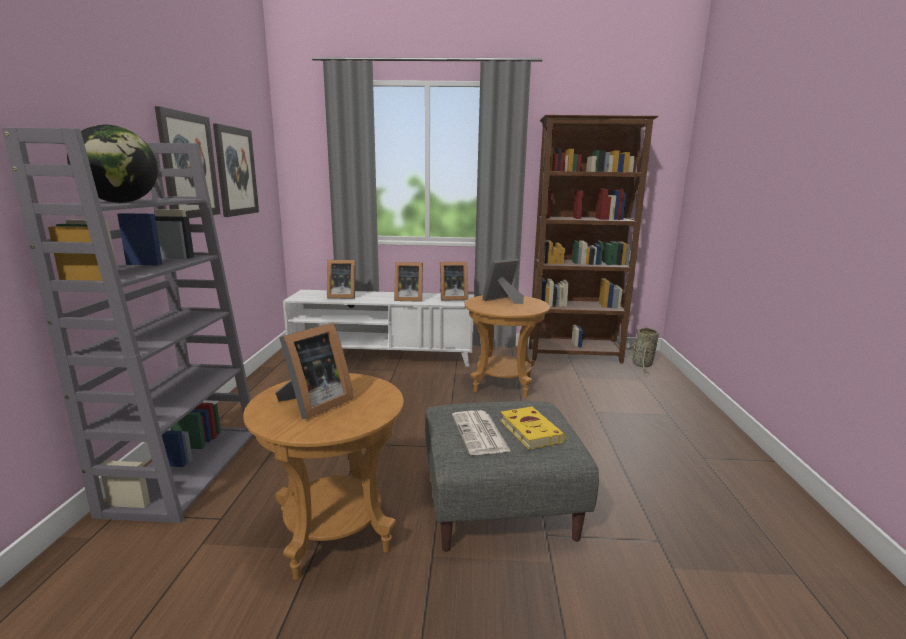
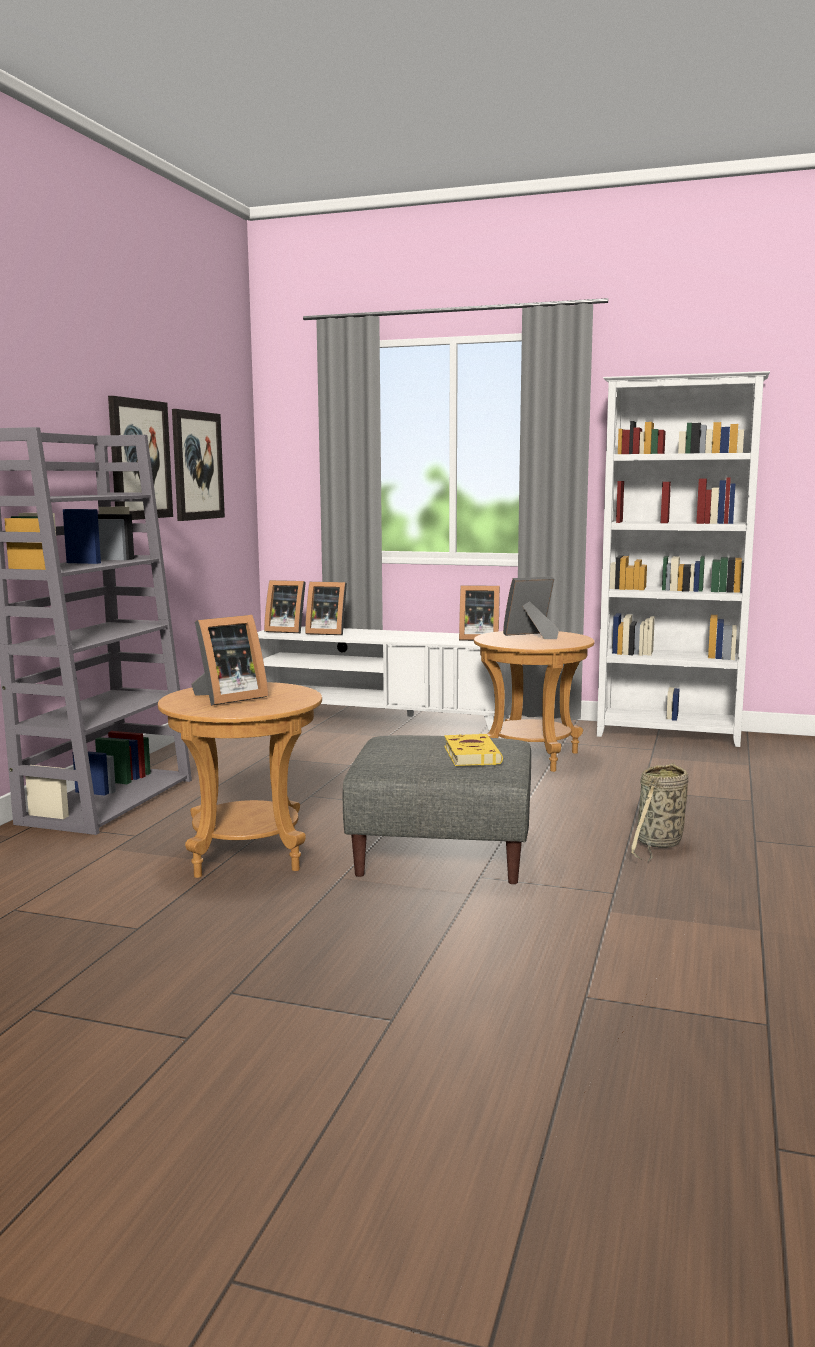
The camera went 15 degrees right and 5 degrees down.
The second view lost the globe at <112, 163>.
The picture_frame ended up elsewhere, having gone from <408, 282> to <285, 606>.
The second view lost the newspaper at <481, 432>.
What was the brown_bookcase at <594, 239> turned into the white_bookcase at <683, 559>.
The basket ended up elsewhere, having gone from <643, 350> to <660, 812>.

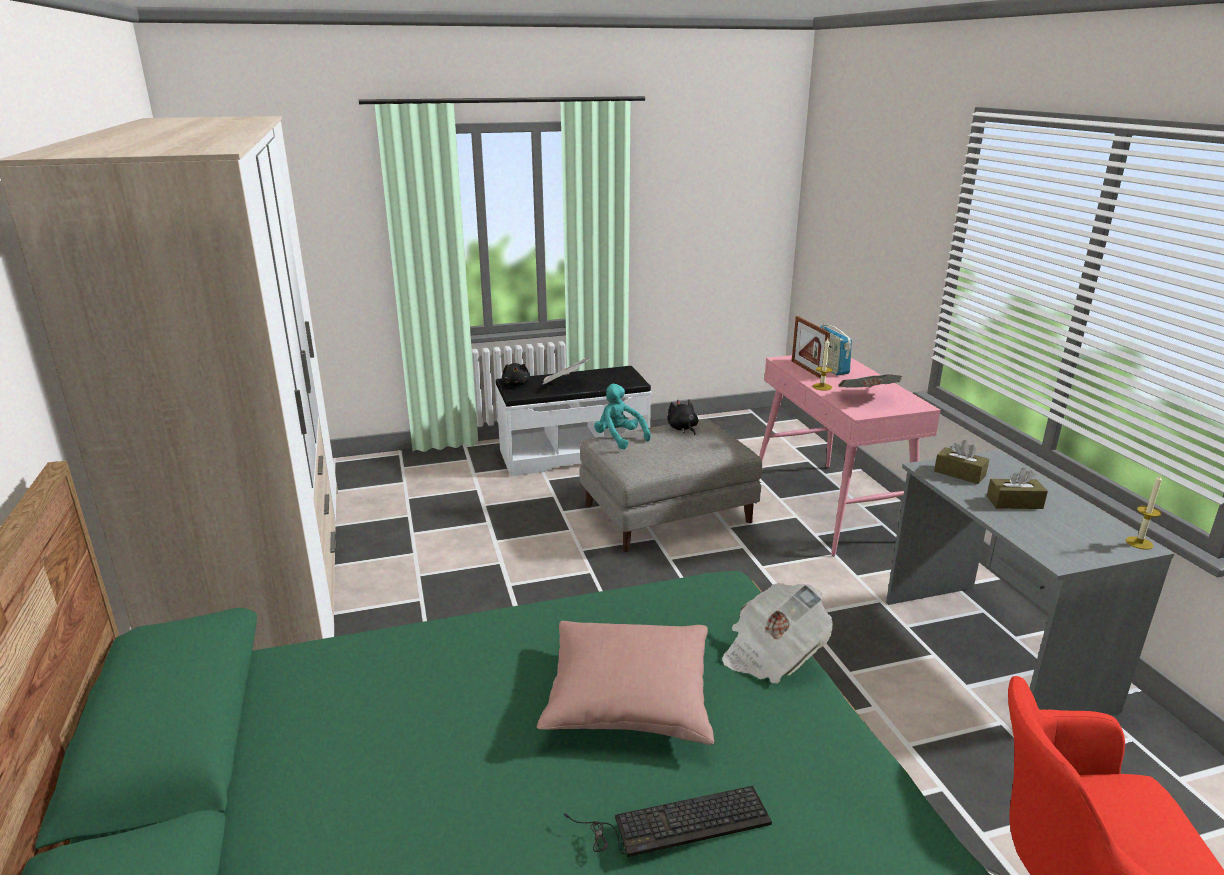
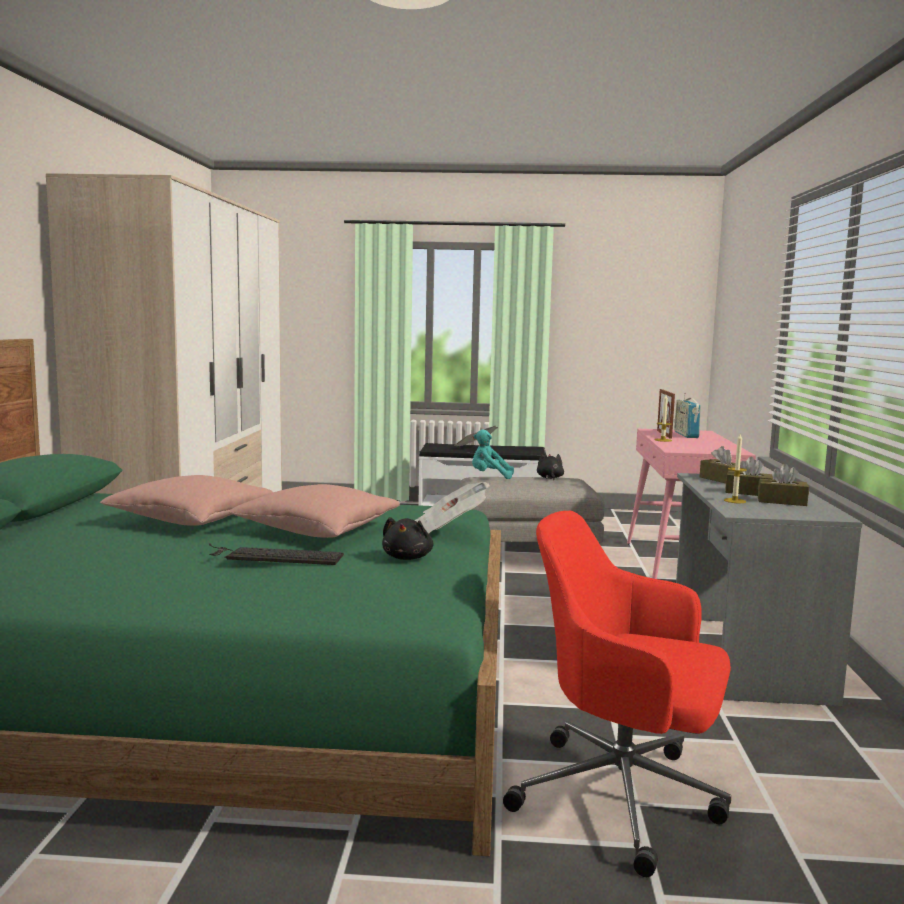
The camera went 20 degrees right and 15 degrees down.
The black_plush_toy ended up elsewhere, having gone from <516, 374> to <407, 538>.
The turquoise_plush_toy at <622, 416> ended up facing another way, 60 degrees counterclockwise from before.
The second view lost the newspaper at <870, 381>.
The candle ended up elsewhere, having gone from <1144, 511> to <735, 468>.
The second view gained the pink_pillow at <186, 500>.
The second view gained the brown_tissue_box at <783, 485>.

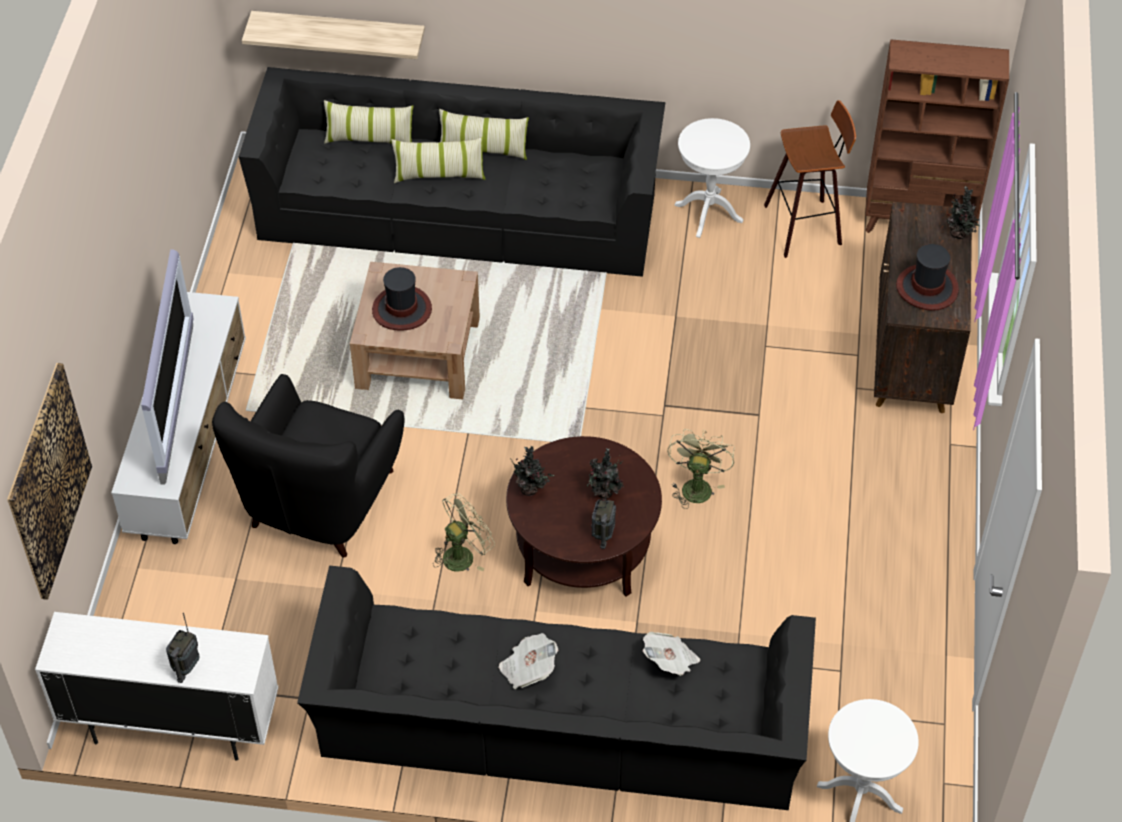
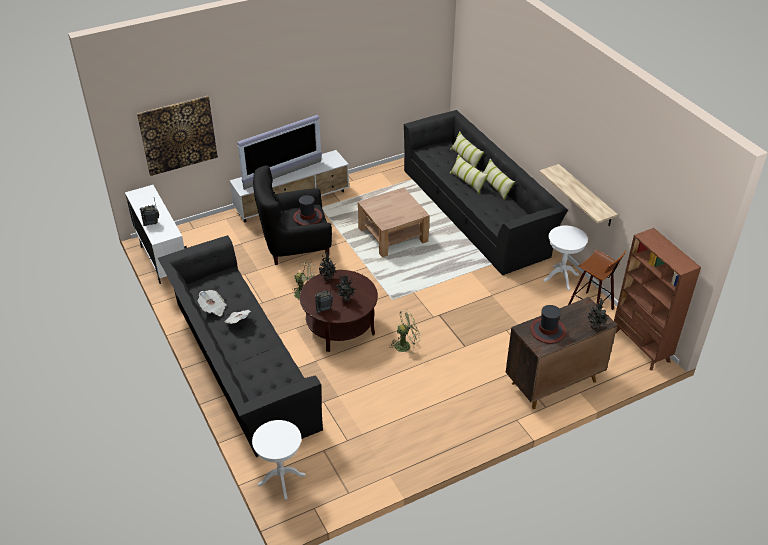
The camera went 55 degrees right and 10 degrees down.
The shelf ended up elsewhere, having gone from <333, 35> to <578, 195>.
The hat ended up elsewhere, having gone from <402, 299> to <307, 210>.
The newspaper ended up elsewhere, having gone from <671, 653> to <212, 303>.

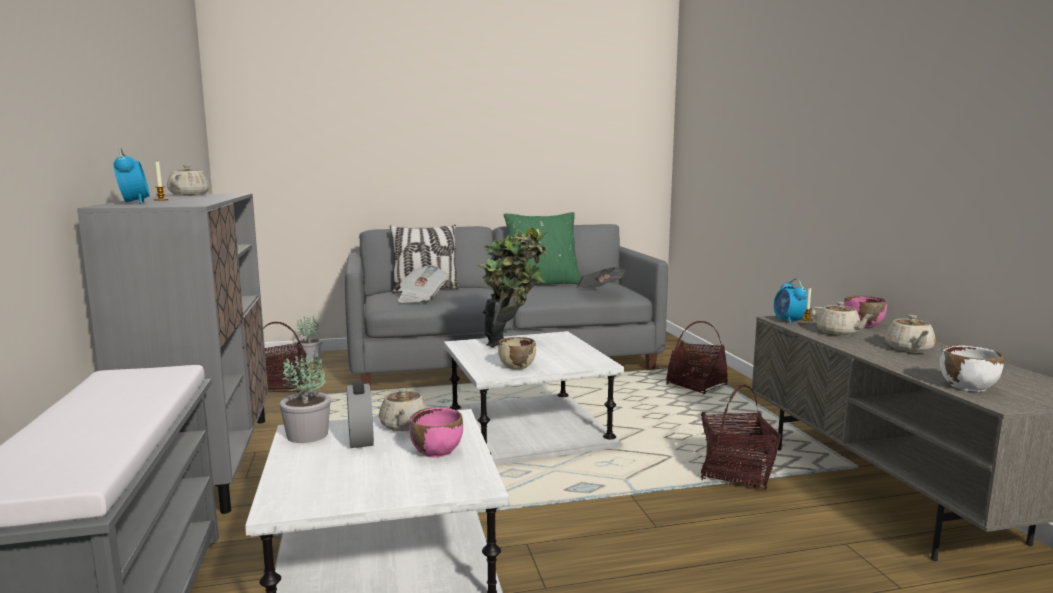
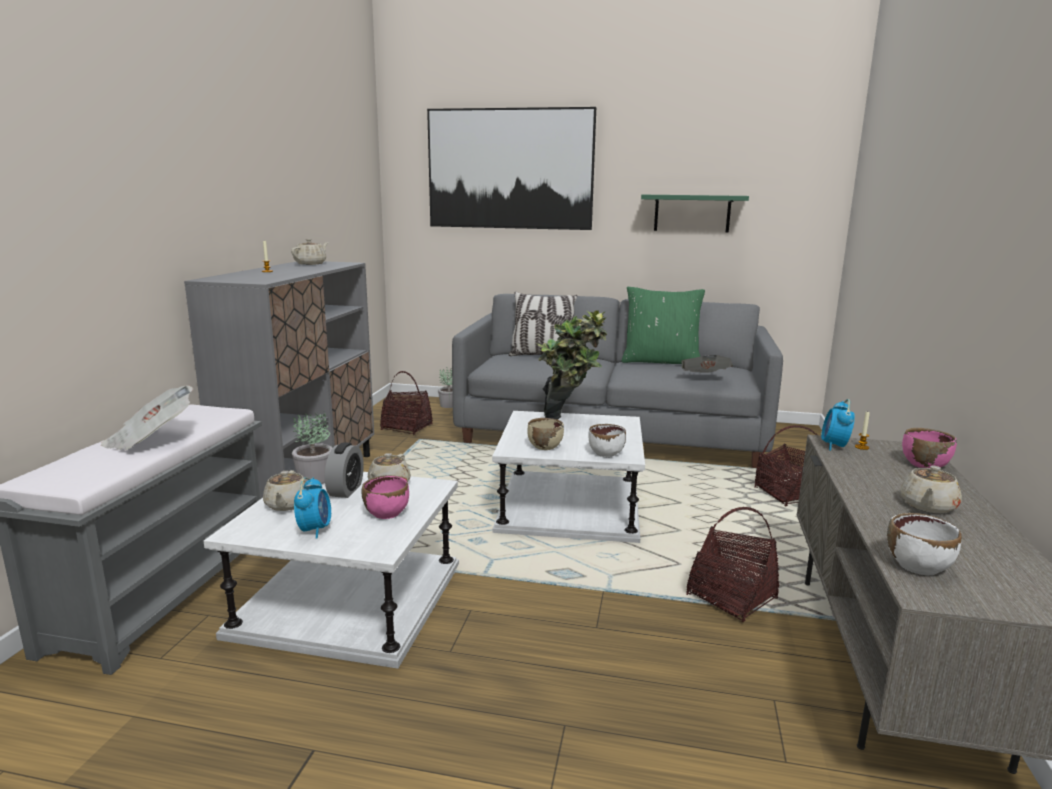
The camera went 25 degrees right and 5 degrees up.
The alarm_clock ended up elsewhere, having gone from <131, 176> to <312, 508>.
The newspaper ended up elsewhere, having gone from <423, 284> to <147, 417>.
The beige_teapot ended up elsewhere, having gone from <842, 319> to <284, 490>.
The second view gained the picture at <511, 168>.
The second view gained the white_bowl at <607, 440>.
The second view gained the green_shelf at <695, 214>.

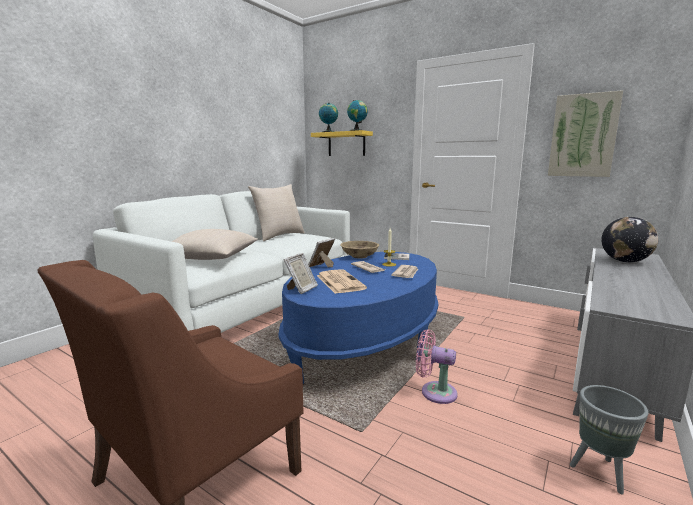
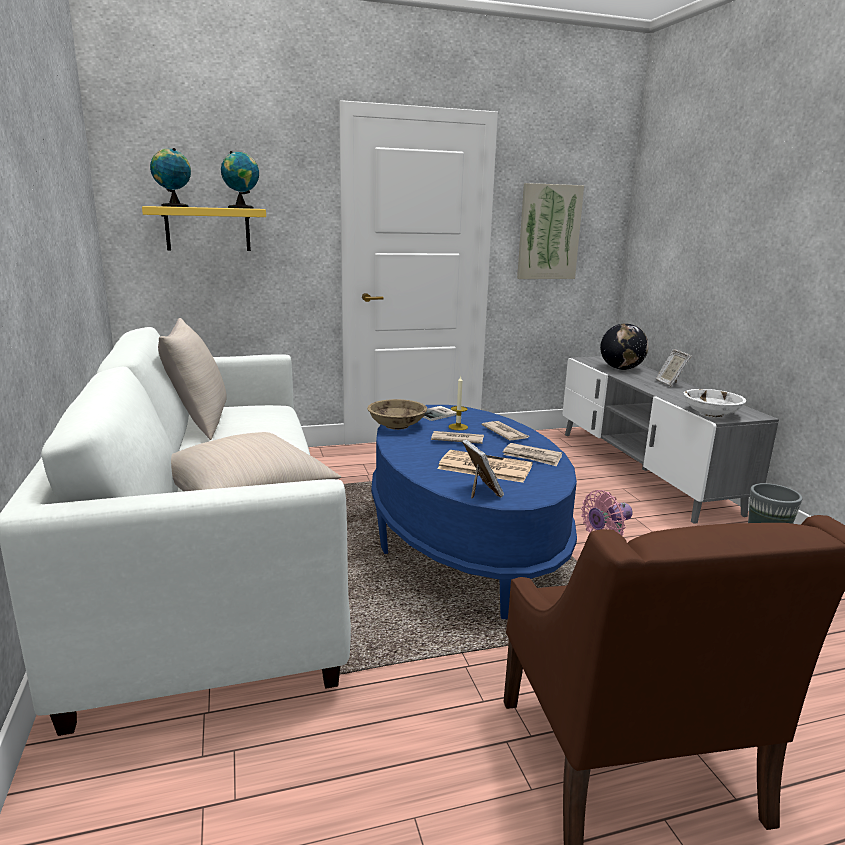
The camera went 50 degrees left and 5 degrees up.
The picture_frame ended up elsewhere, having gone from <321, 253> to <673, 368>.
The second view gained the newspaper at <532, 454>.
The second view gained the white_bowl at <715, 403>.

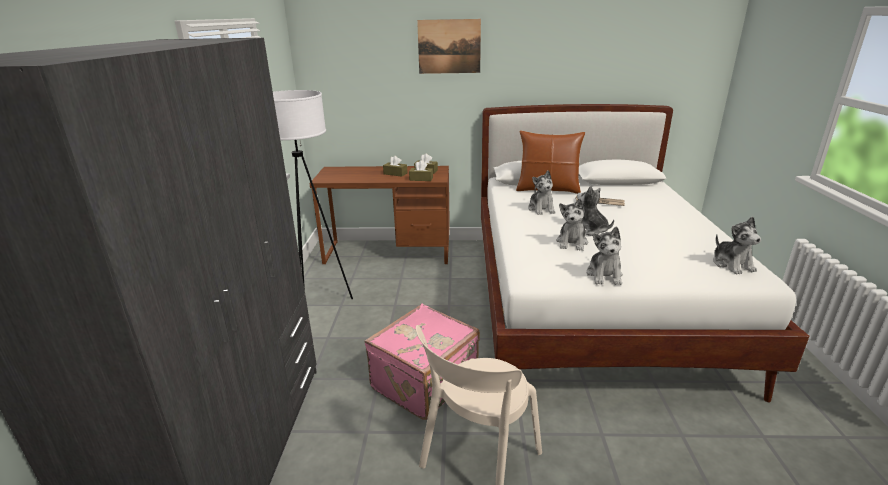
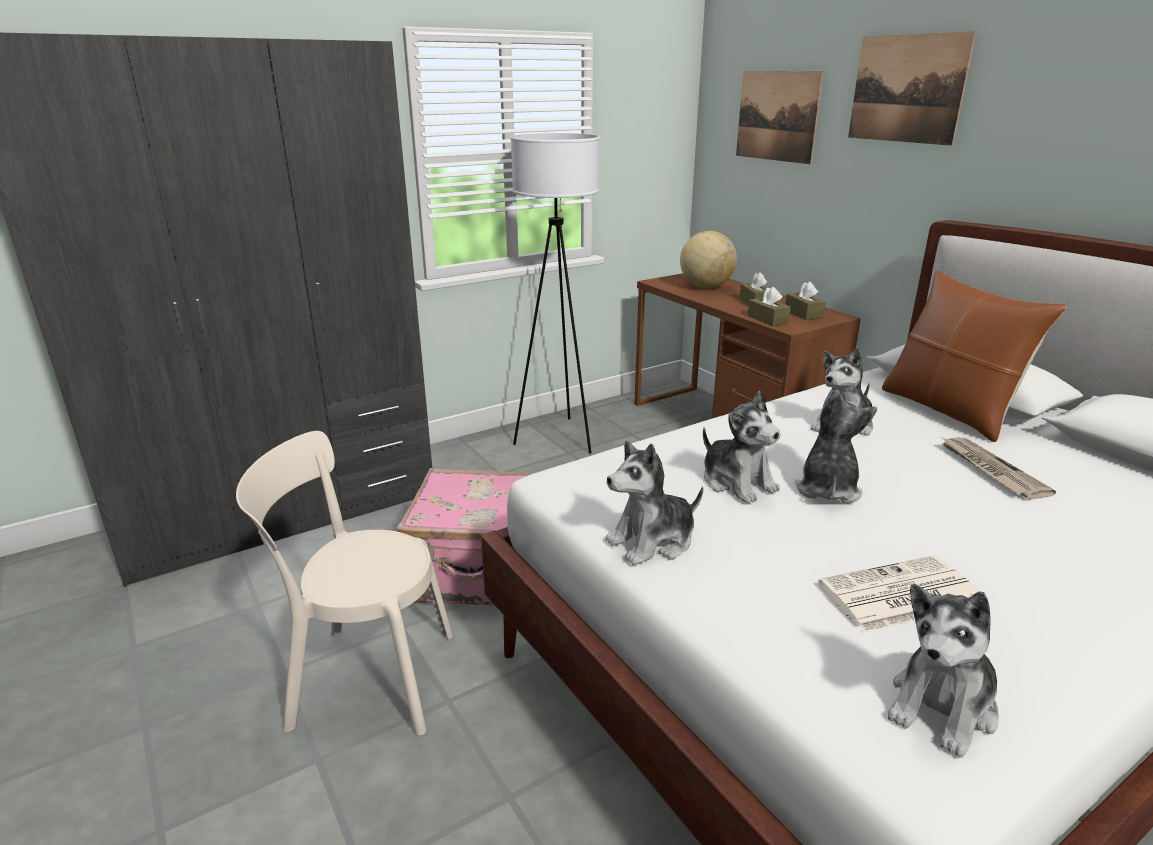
The camera went 55 degrees right and 0 degrees up.
The plush_toy at <572, 224> ended up facing another way, 105 degrees counterclockwise from before.
The second view gained the globe at <708, 259>.
The second view gained the picture at <779, 117>.
The second view gained the newspaper at <898, 594>.

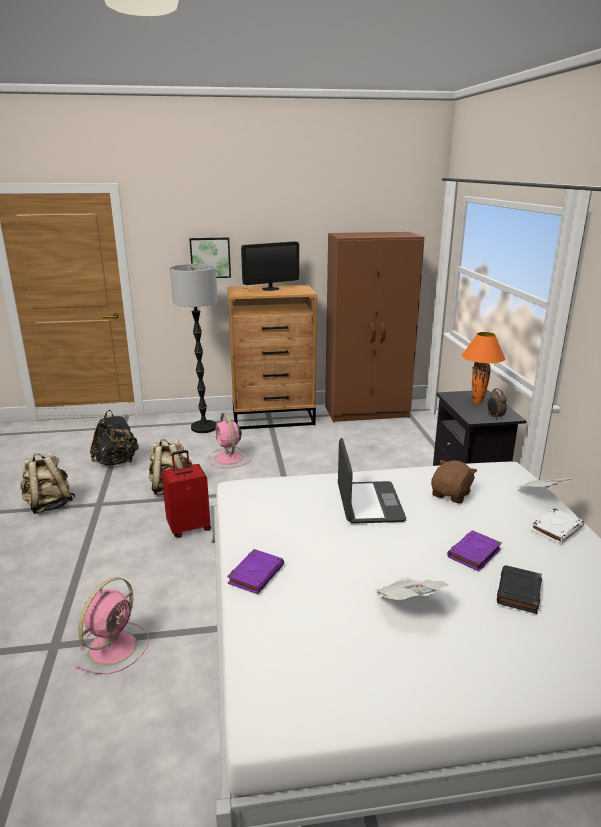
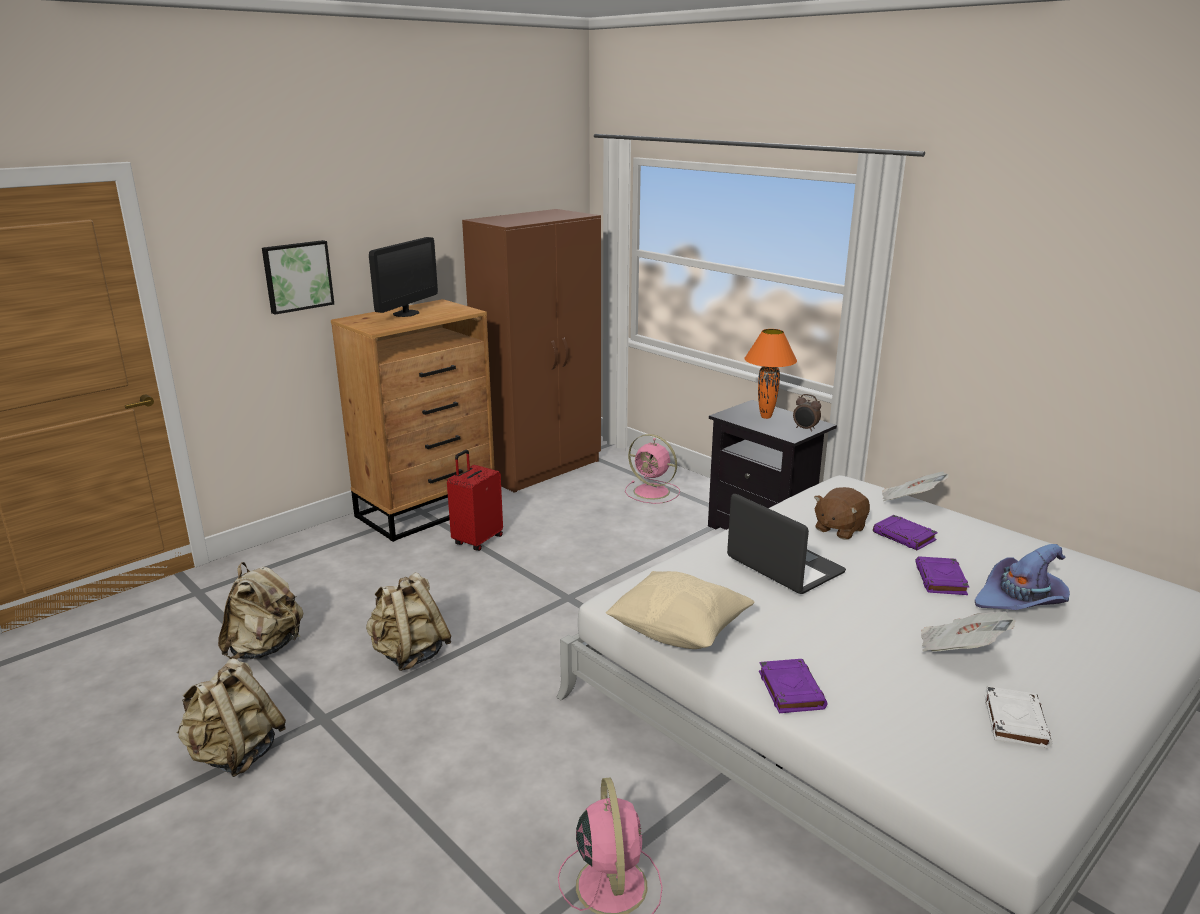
The camera went 35 degrees left and 0 degrees up.
What was the black_backpack at <114, 438> turned into the beige_backpack at <260, 610>.
The red_suitcase ended up elsewhere, having gone from <186, 494> to <475, 500>.
The second view lost the floor_lamp at <194, 348>.
The pink_fan ended up elsewhere, having gone from <229, 440> to <652, 469>.
The brown_plush_toy at <454, 482> ended up facing another way, 135 degrees counterclockwise from before.
Where the black_book stood at <519, 589>, the purple_hat came to stand at <1022, 577>.
The white_book ended up elsewhere, having gone from <557, 526> to <1018, 717>.
The second view gained the beige_pillow at <680, 610>.
The second view gained the purple_book at <905, 532>.

